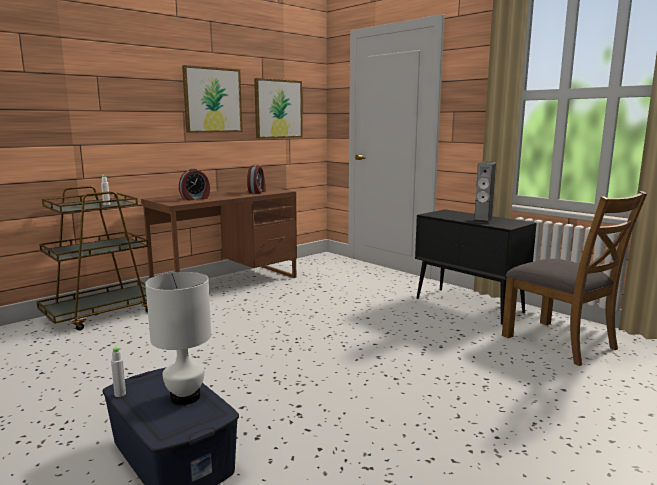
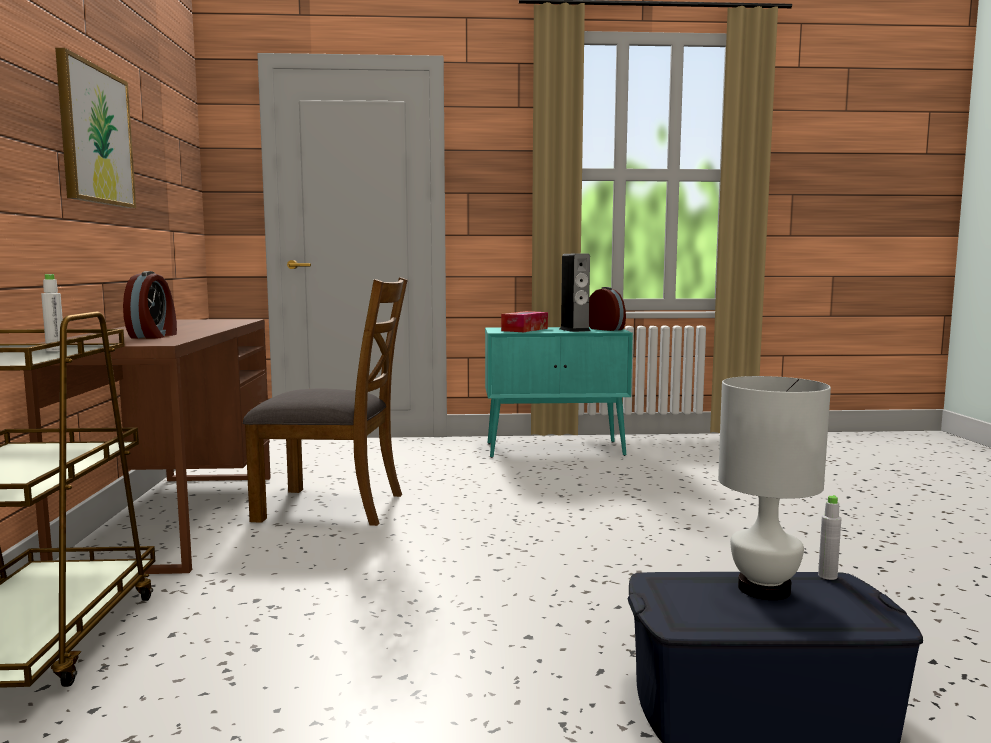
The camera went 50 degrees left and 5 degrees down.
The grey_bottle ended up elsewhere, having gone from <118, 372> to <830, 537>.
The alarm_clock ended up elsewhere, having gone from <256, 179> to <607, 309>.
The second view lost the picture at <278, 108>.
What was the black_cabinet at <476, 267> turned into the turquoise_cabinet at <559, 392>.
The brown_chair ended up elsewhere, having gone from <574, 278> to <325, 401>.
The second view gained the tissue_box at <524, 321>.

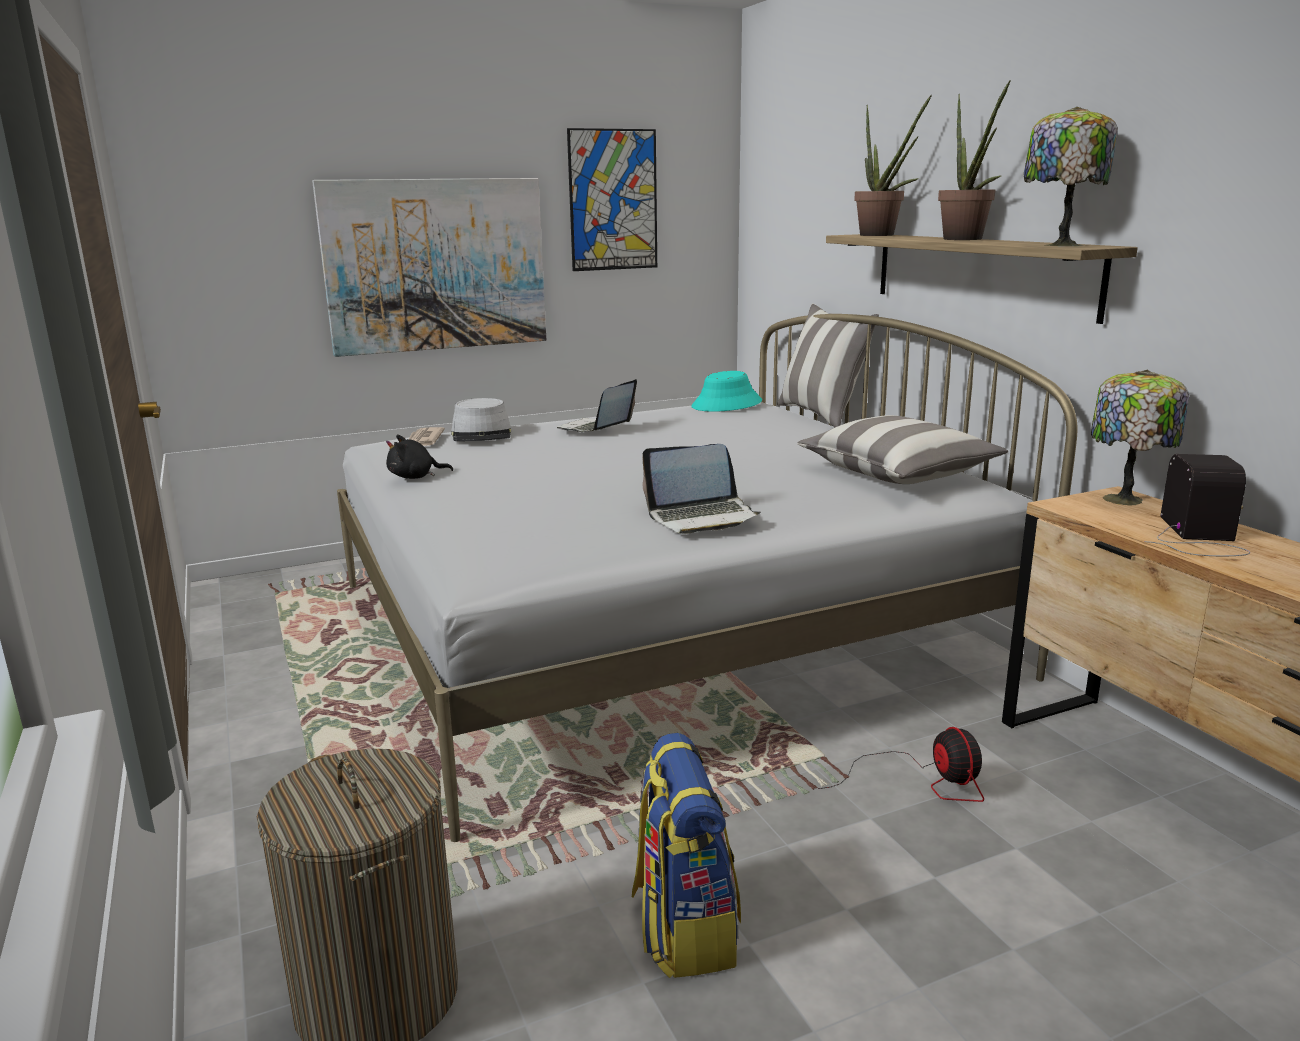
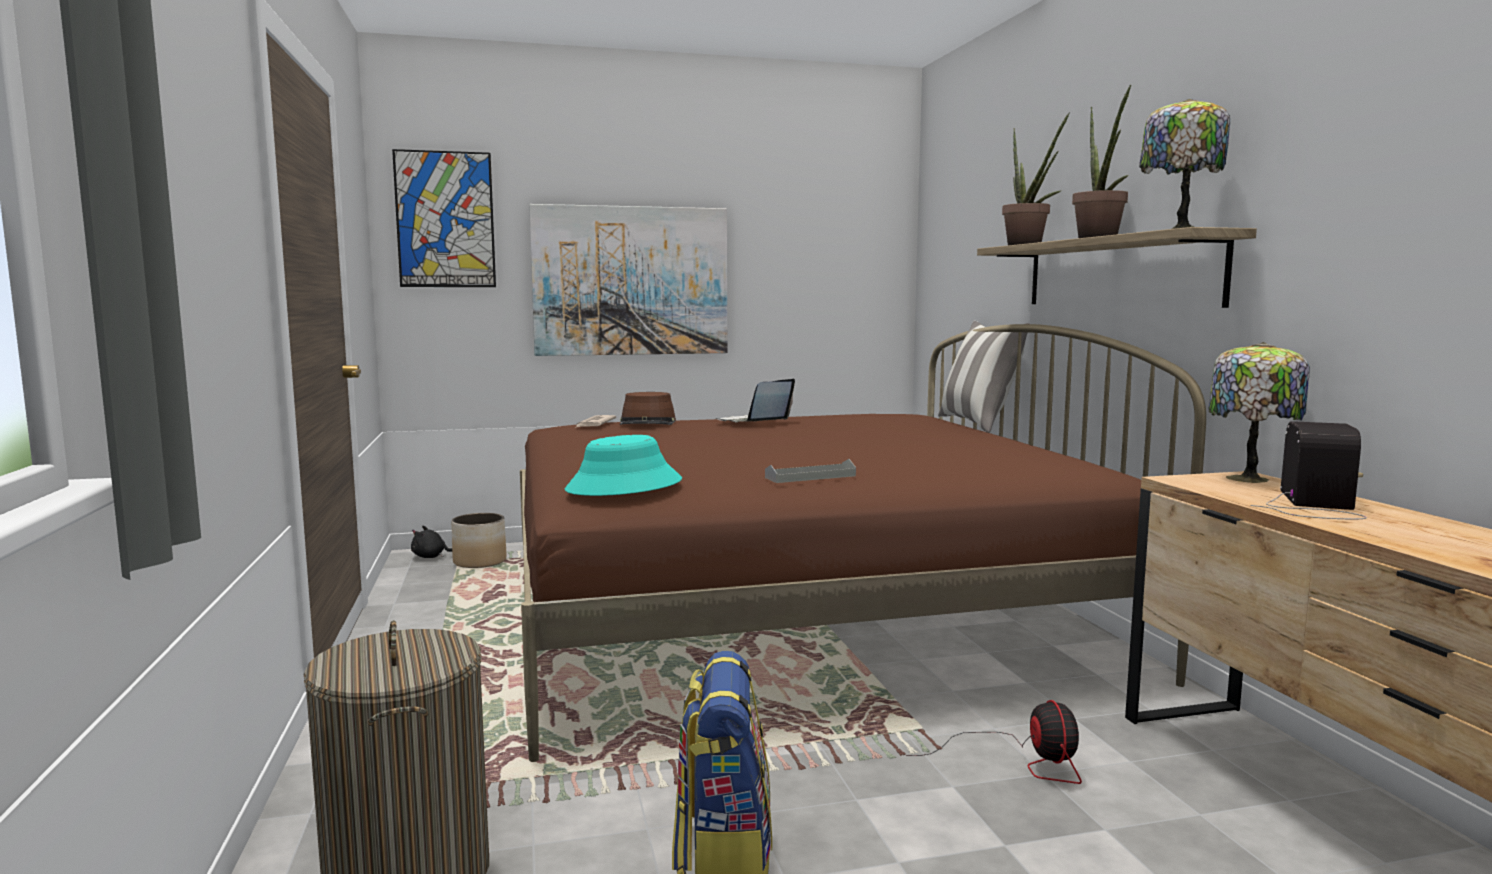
The camera went 10 degrees right and 10 degrees down.
What was the white_bed at <707, 578> turned into the brown_bed at <863, 543>.
The black_plush_toy ended up elsewhere, having gone from <419, 457> to <431, 542>.
What was the grey_hat at <481, 419> turned into the brown_hat at <648, 408>.
The picture ended up elsewhere, having gone from <612, 199> to <444, 218>.
Where the laptop stood at <701, 489>, the grey_tray came to stand at <810, 471>.
The turquoise_hat ended up elsewhere, having gone from <726, 391> to <623, 465>.
The second view lost the pillow at <902, 449>.
The second view gained the planter at <478, 540>.

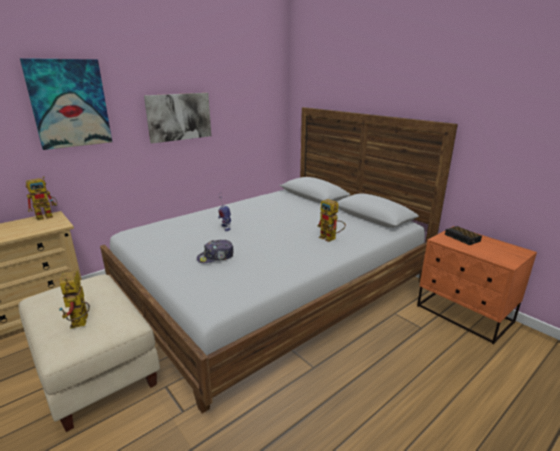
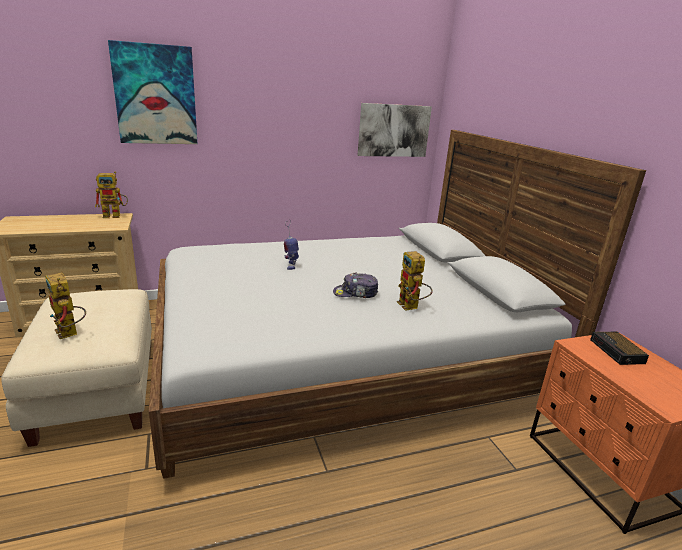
The camera went 20 degrees right and 0 degrees up.
The toy_robot at <74, 299> ended up facing another way, 45 degrees counterclockwise from before.
The picture ended up elsewhere, having gone from <177, 118> to <395, 130>.
The cap ended up elsewhere, having gone from <215, 251> to <355, 285>.

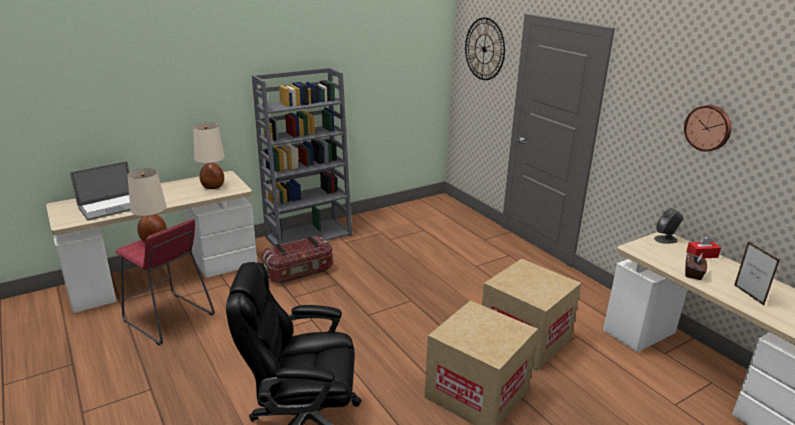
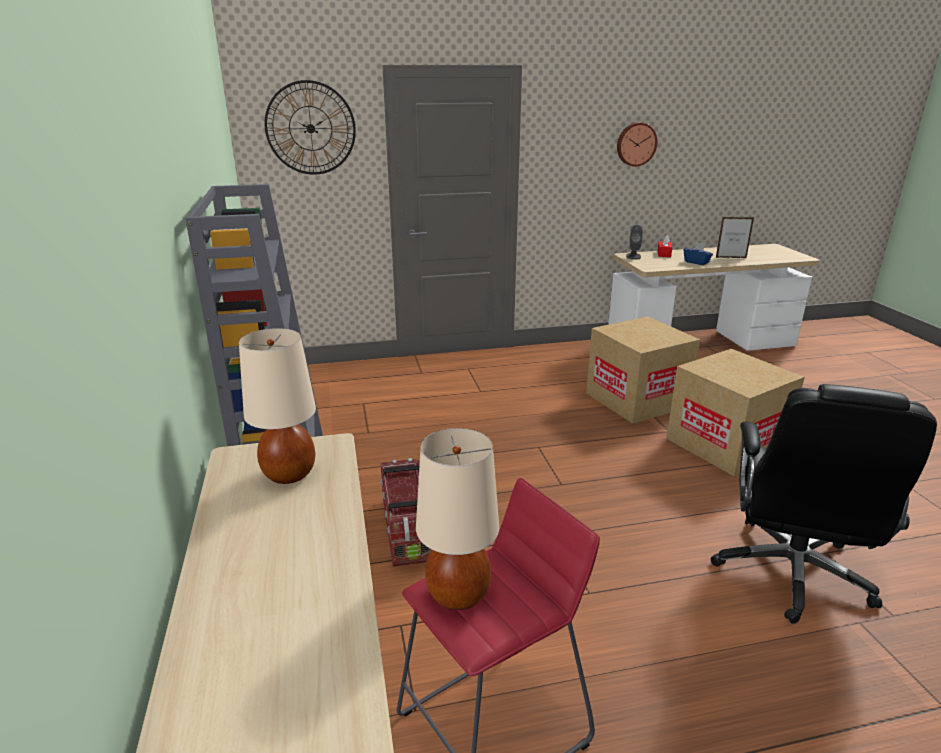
The camera went 70 degrees left and 0 degrees up.
The second view lost the laptop at <100, 191>.
What was the brown_tissue_box at <696, 266> turned into the blue_tissue_box at <698, 253>.

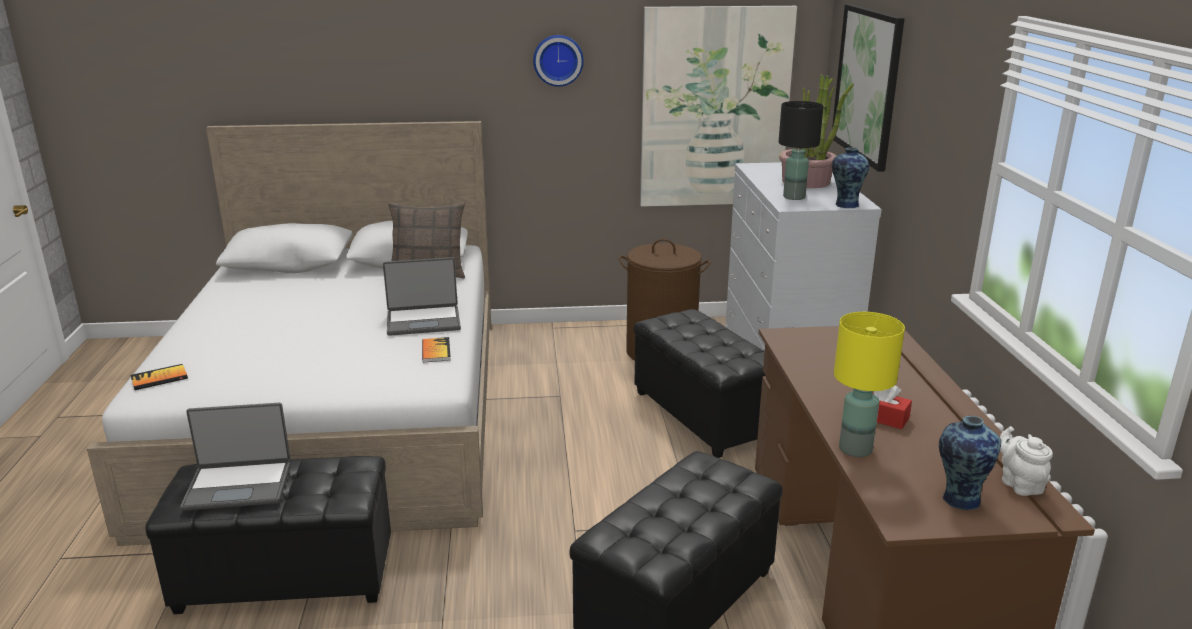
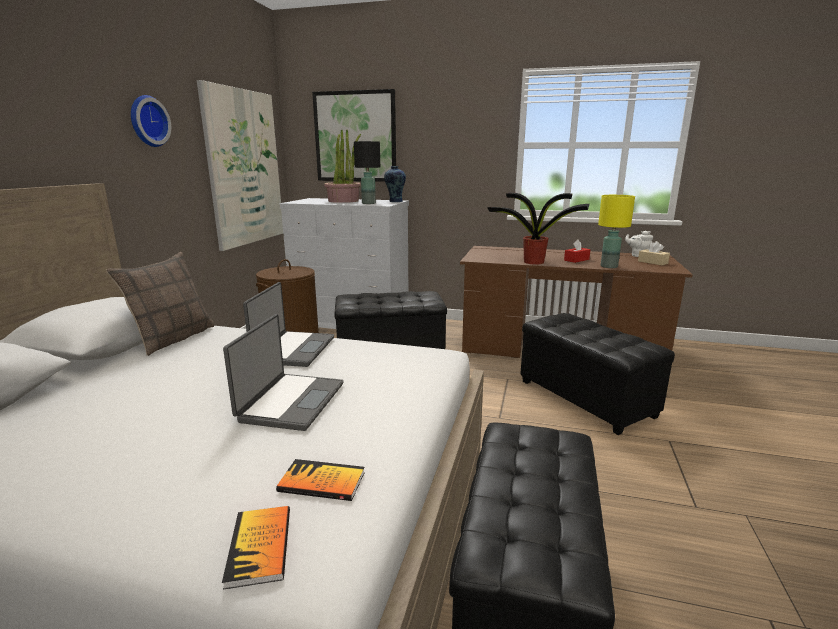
The camera went 70 degrees left and 5 degrees down.
The laptop ended up elsewhere, having gone from <235, 457> to <283, 372>.
The book ended up elsewhere, having gone from <436, 350> to <320, 480>.
Where the vase stood at <970, 463>, the beige_tissue_box came to stand at <654, 253>.
The second view gained the potted_plant at <538, 228>.

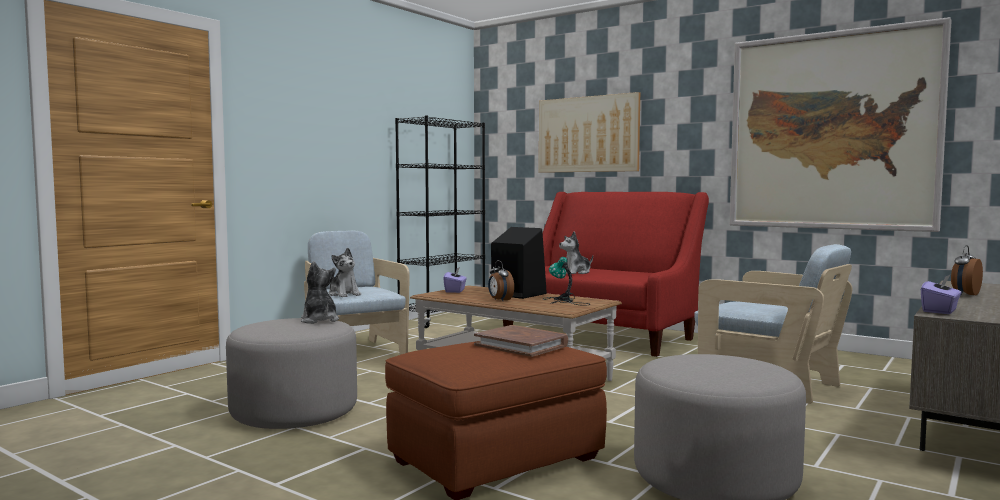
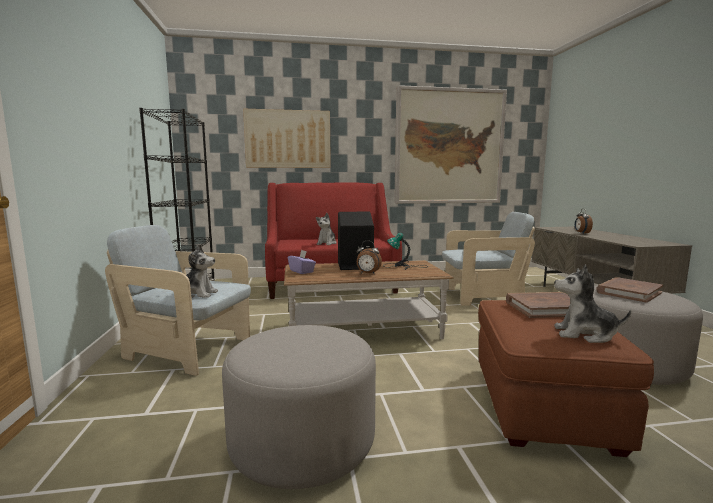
The camera went 45 degrees left and 5 degrees up.
The plush_toy ended up elsewhere, having gone from <320, 292> to <592, 303>.
The second view lost the purple_tissue_box at <941, 294>.
The second view gained the brown_book at <629, 290>.

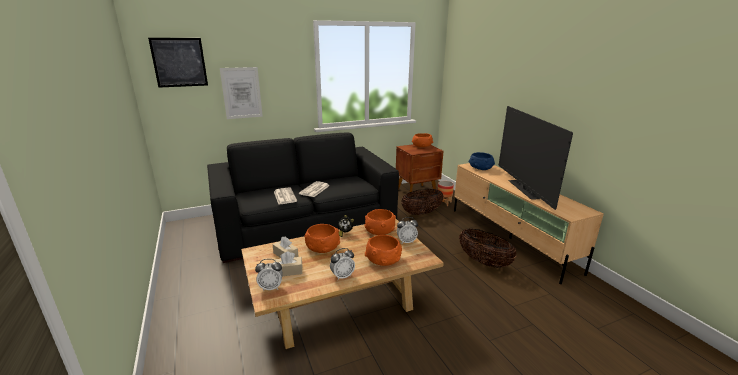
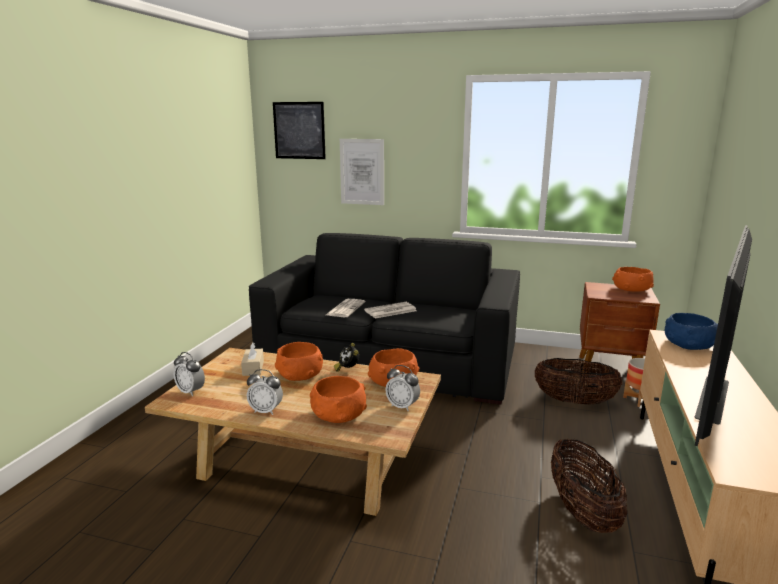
The camera went 40 degrees right and 5 degrees down.
The second view lost the beige_tissue_box at <288, 263>.

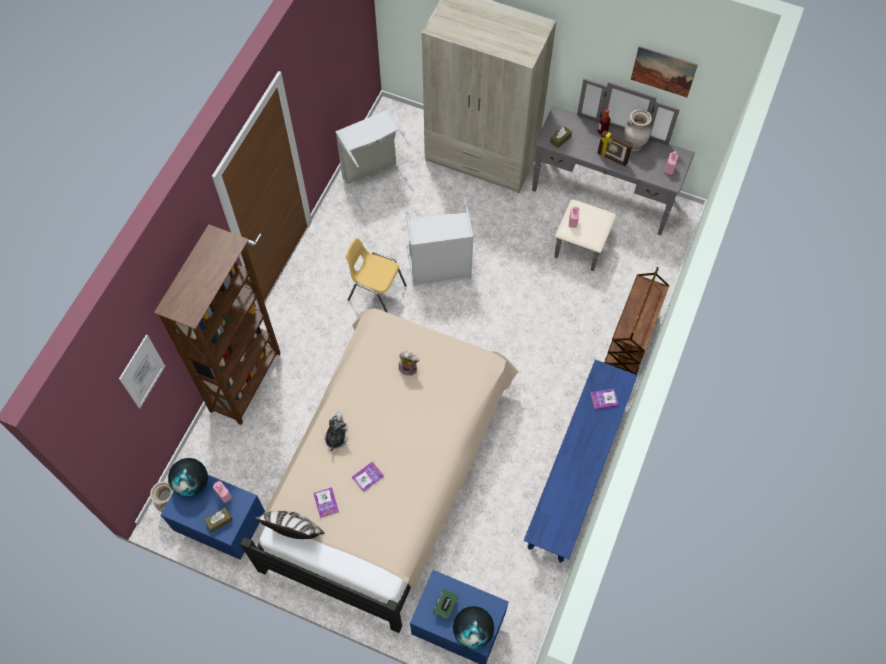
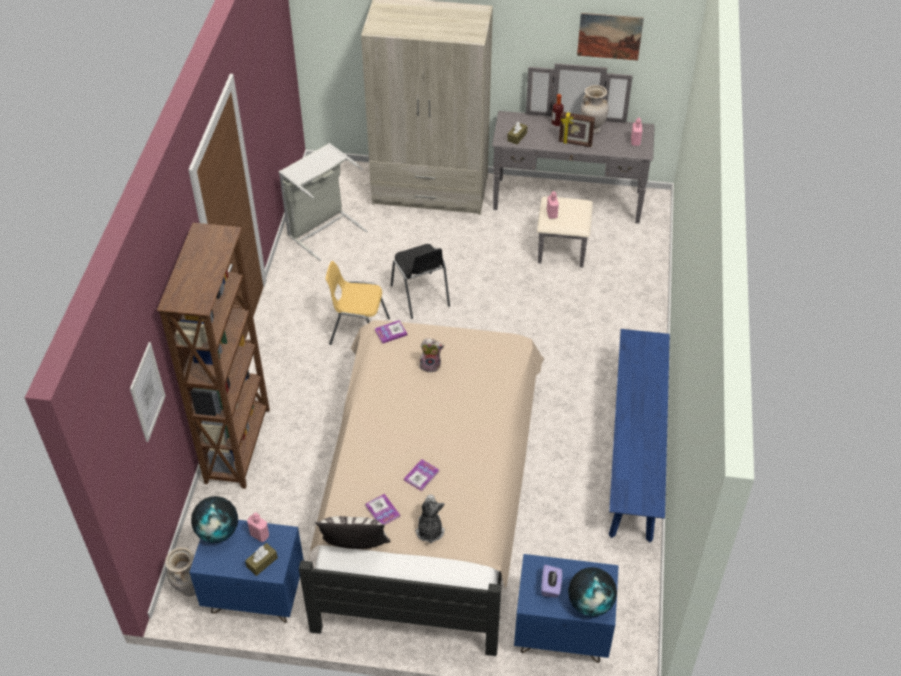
The camera went 15 degrees left and 15 degrees down.
The plush_toy ended up elsewhere, having gone from <336, 431> to <430, 519>.
Where the grey_laundry_basket stood at <439, 240>, the black_chair came to stand at <420, 281>.
What was the green_tissue_box at <445, 604> turned into the purple_tissue_box at <551, 581>.
The book ended up elsewhere, having gone from <604, 399> to <391, 332>.
The second view lost the brown_cart at <636, 321>.

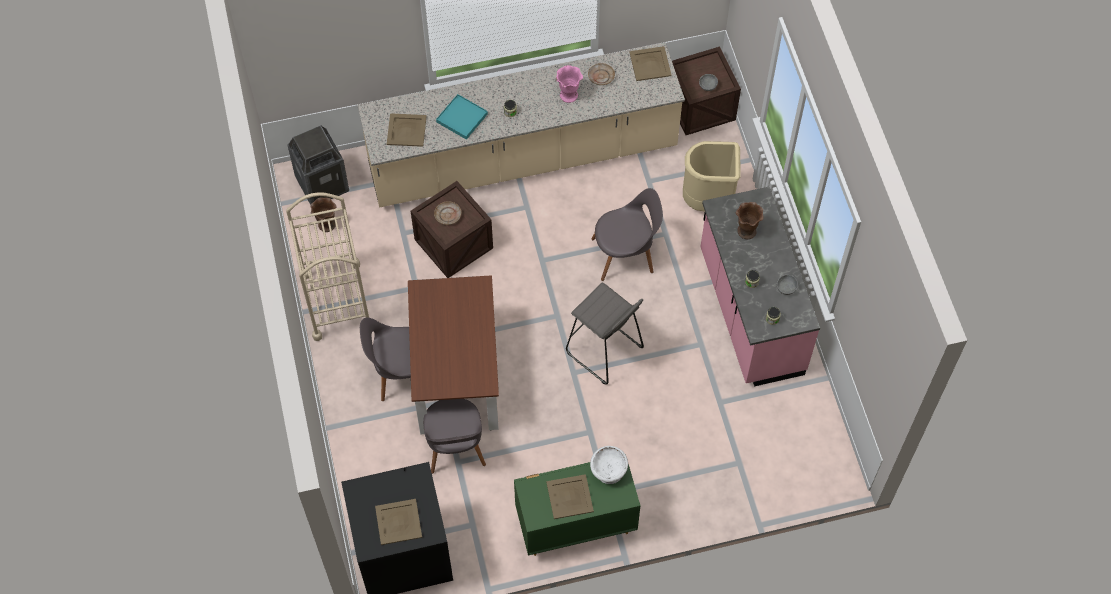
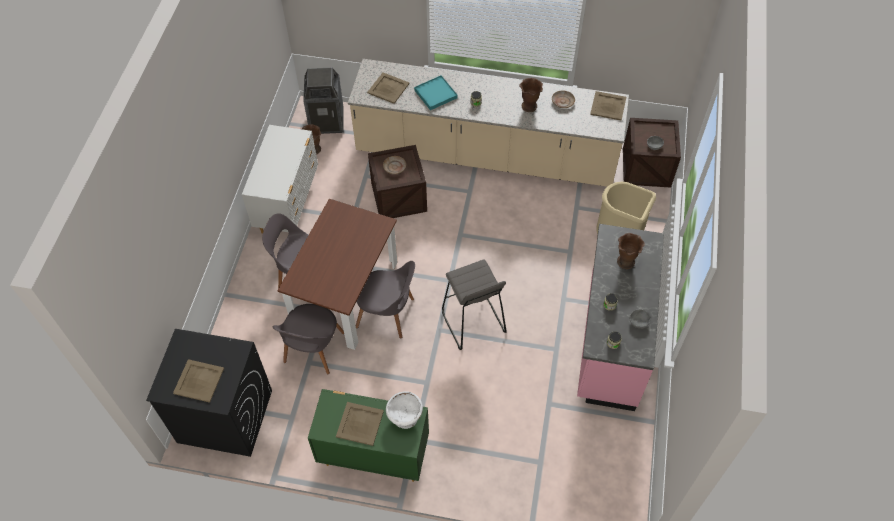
The camera went 25 degrees right and 5 degrees down.
Where the beige_cart stood at <327, 266>, the white_dresser came to stand at <280, 179>.
What was the pink_vase at <569, 84> turned into the brown_vase at <531, 95>.
The grey_chair ended up elsewhere, having gone from <627, 234> to <385, 300>.

